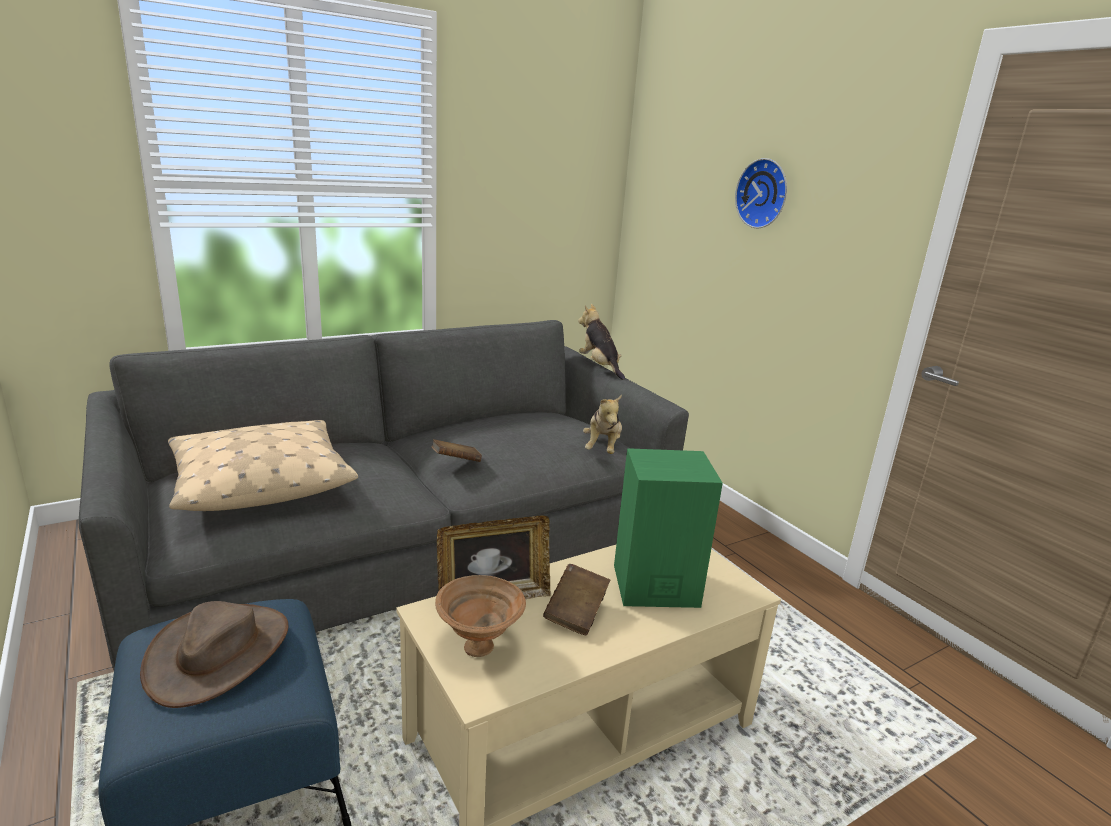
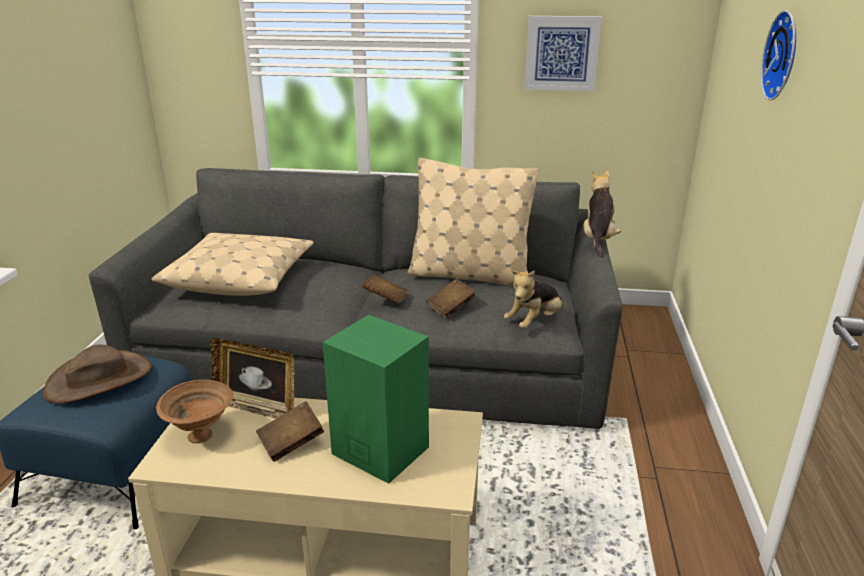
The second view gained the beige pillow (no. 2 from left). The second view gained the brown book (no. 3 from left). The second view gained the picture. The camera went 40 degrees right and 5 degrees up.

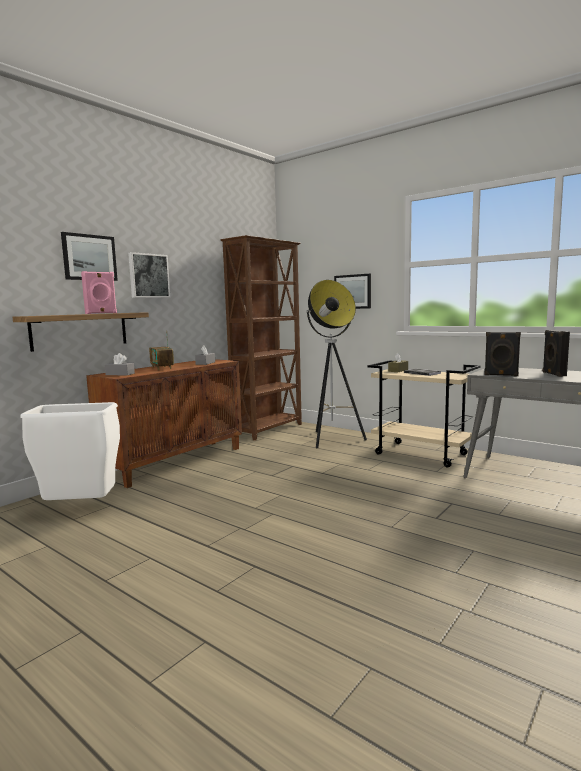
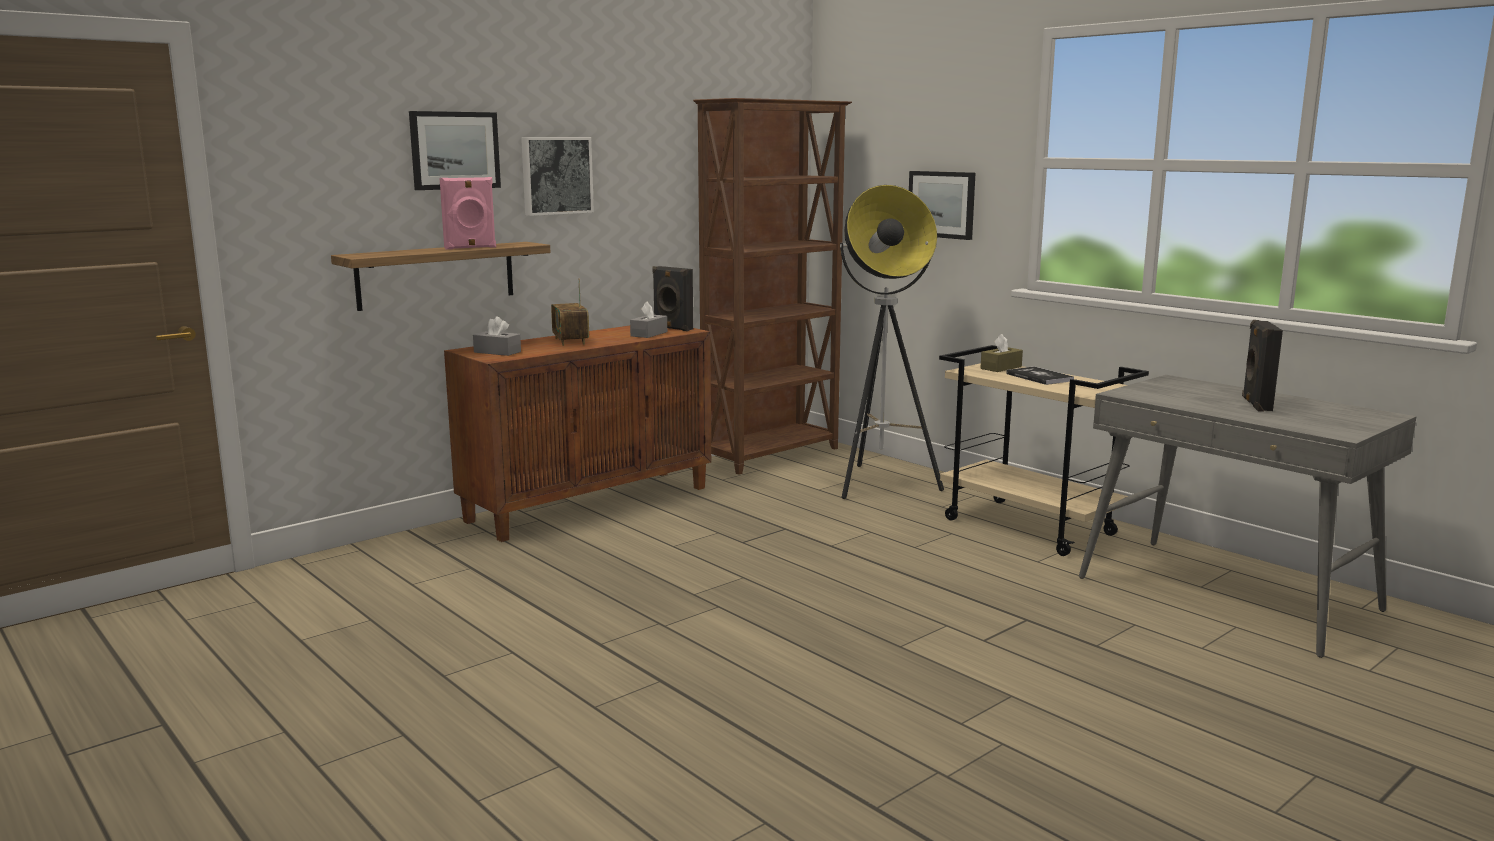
The second view lost the white trash can. The black speaker (no. 1 from left) ended up elsewhere. The camera went 10 degrees right and 5 degrees up.

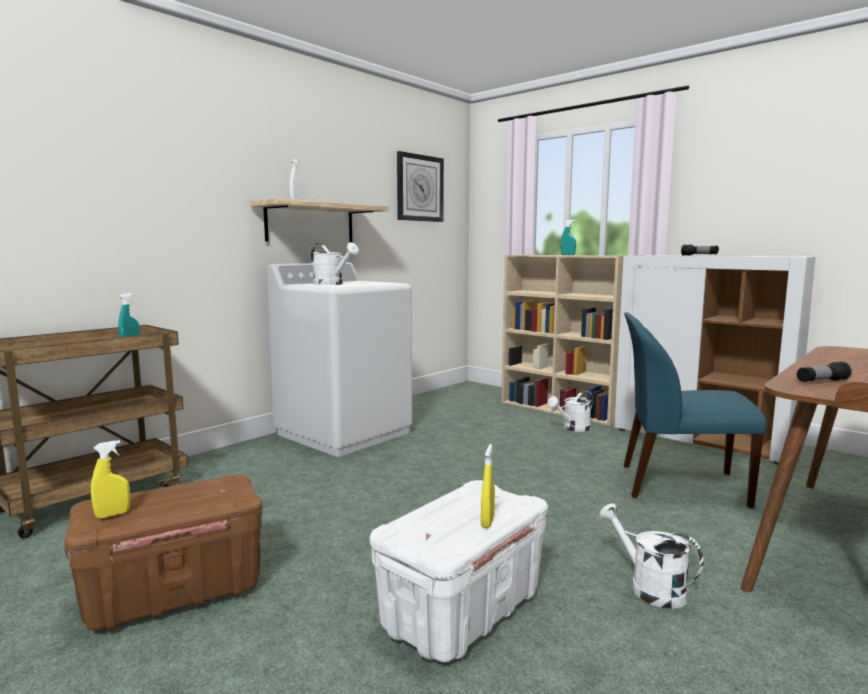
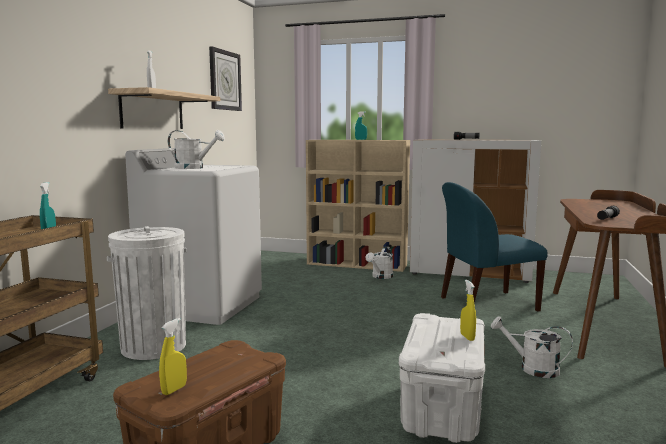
The second view gained the white trash can. The camera went 25 degrees left and 0 degrees up.

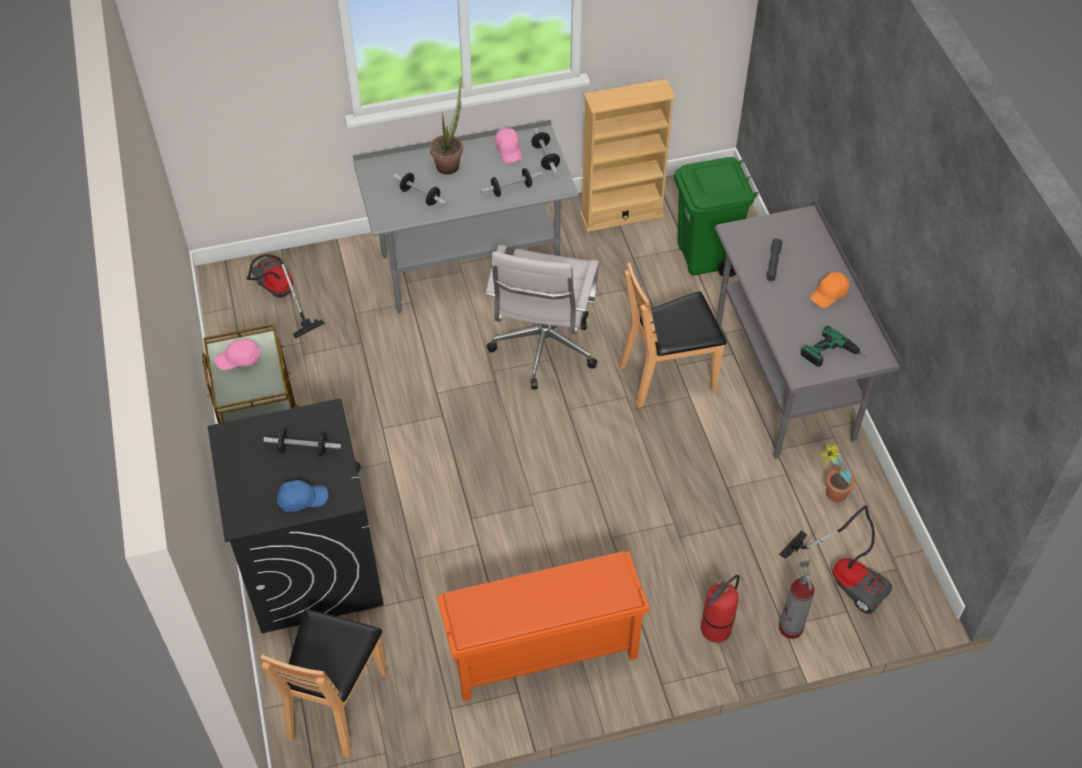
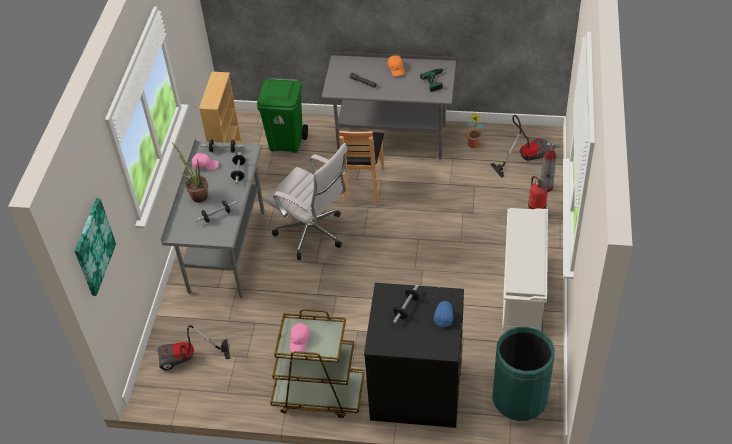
The second view gained the picture. Where the brown chair (no. 1 from left) stood, the green trash can (no. 2 from left) came to stand. What was the orange shoe rack turned into the white shoe rack. The camera went 65 degrees left and 5 degrees down.

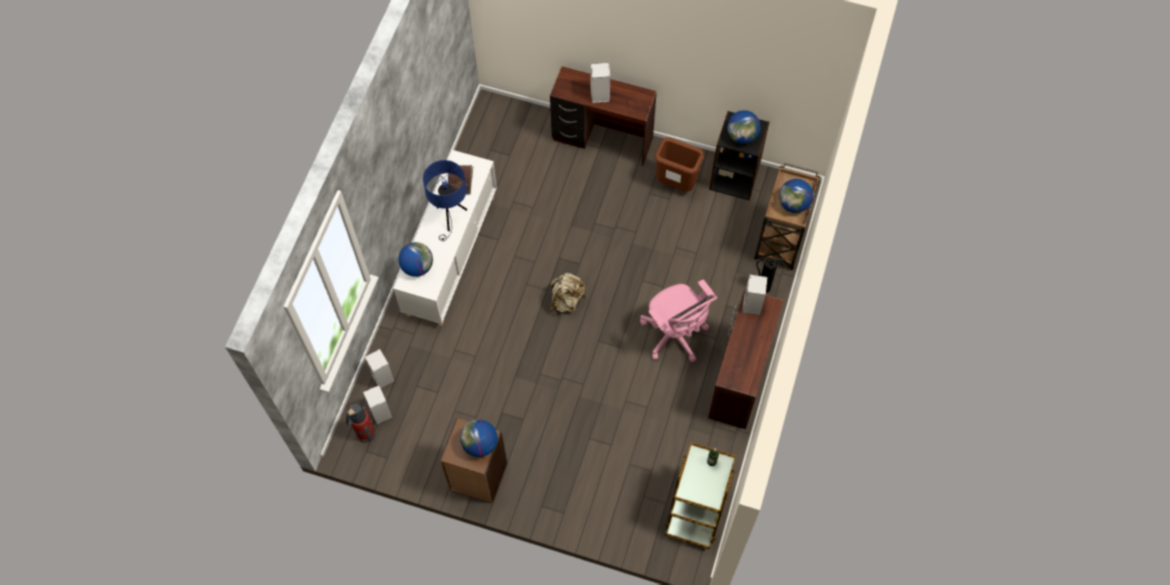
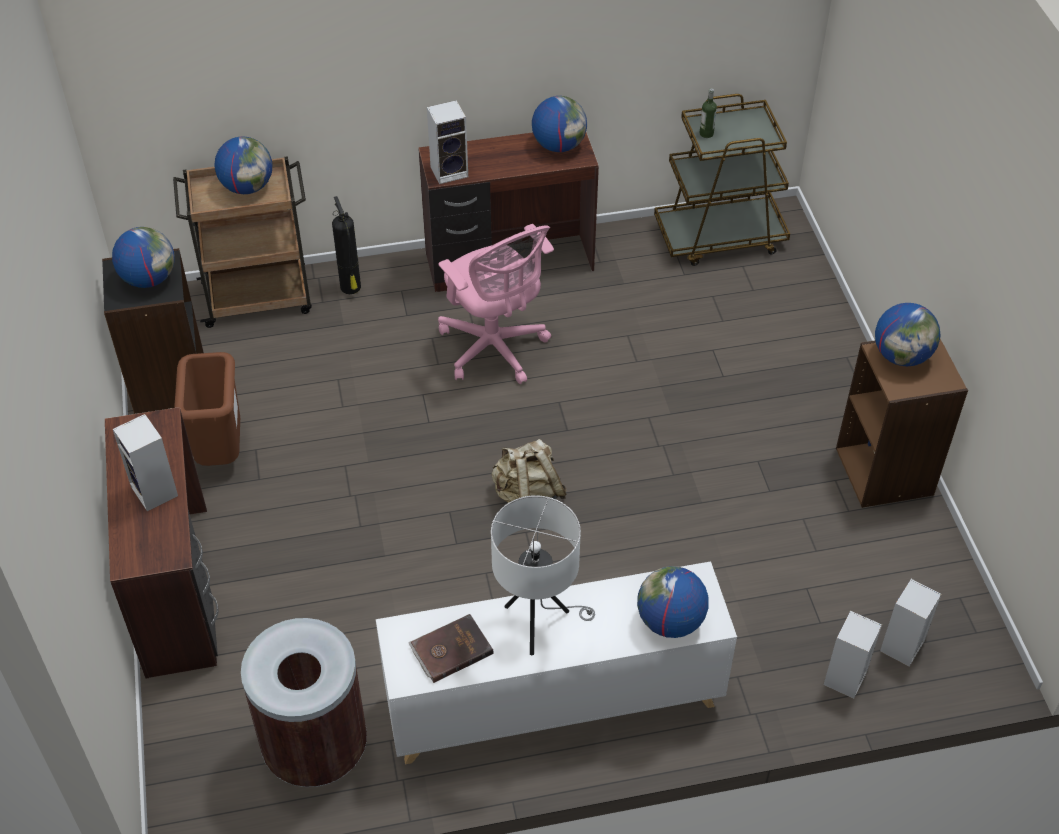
The second view lost the fire extinguisher (no. 1 from left). The second view gained the brown trash can (no. 2 from left). The second view gained the globe (no. 3 from left). What was the blue table lamp turned into the white table lamp. The pink office chair ended up facing another way, 120 degrees clockwise from before. The camera went 120 degrees left and 15 degrees down.

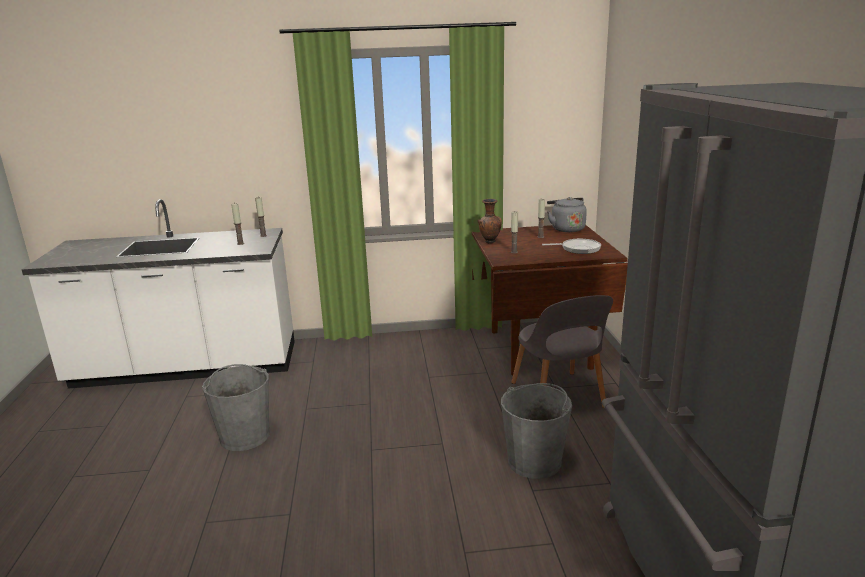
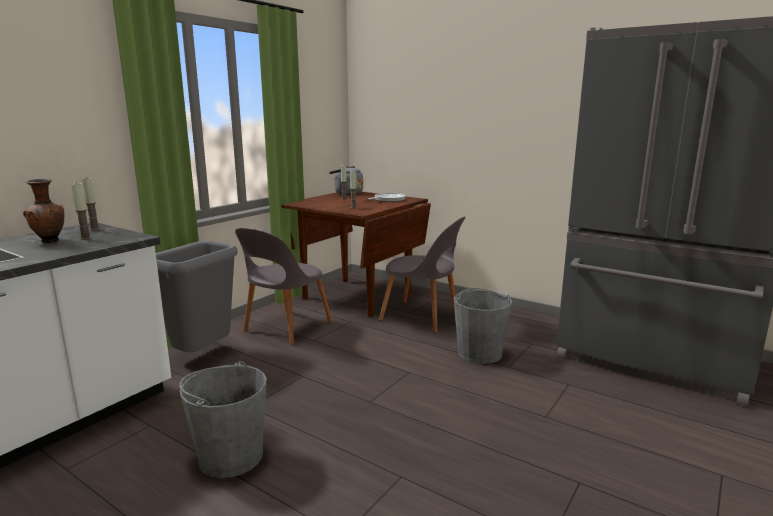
The second view gained the grey trash can. The second view gained the grey chair (no. 1 from left). The brown vase ended up elsewhere. The camera went 50 degrees left and 5 degrees down.

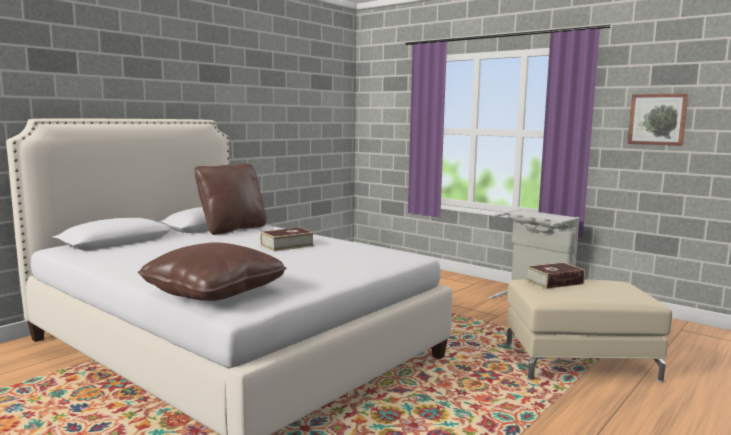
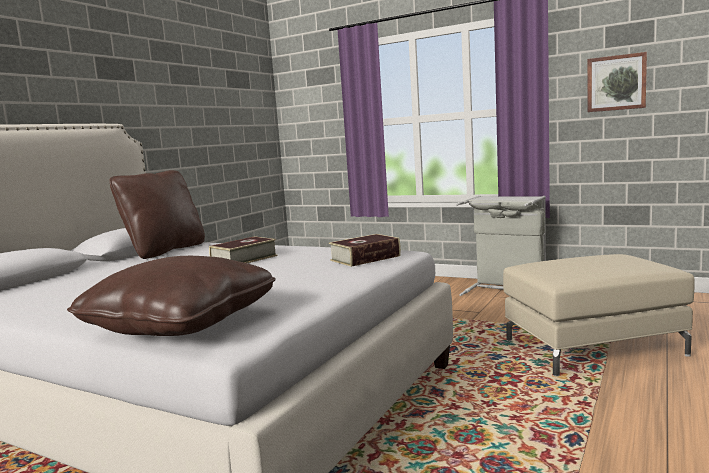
The book (no. 2 from left) ended up elsewhere. The camera went 10 degrees left and 0 degrees up.

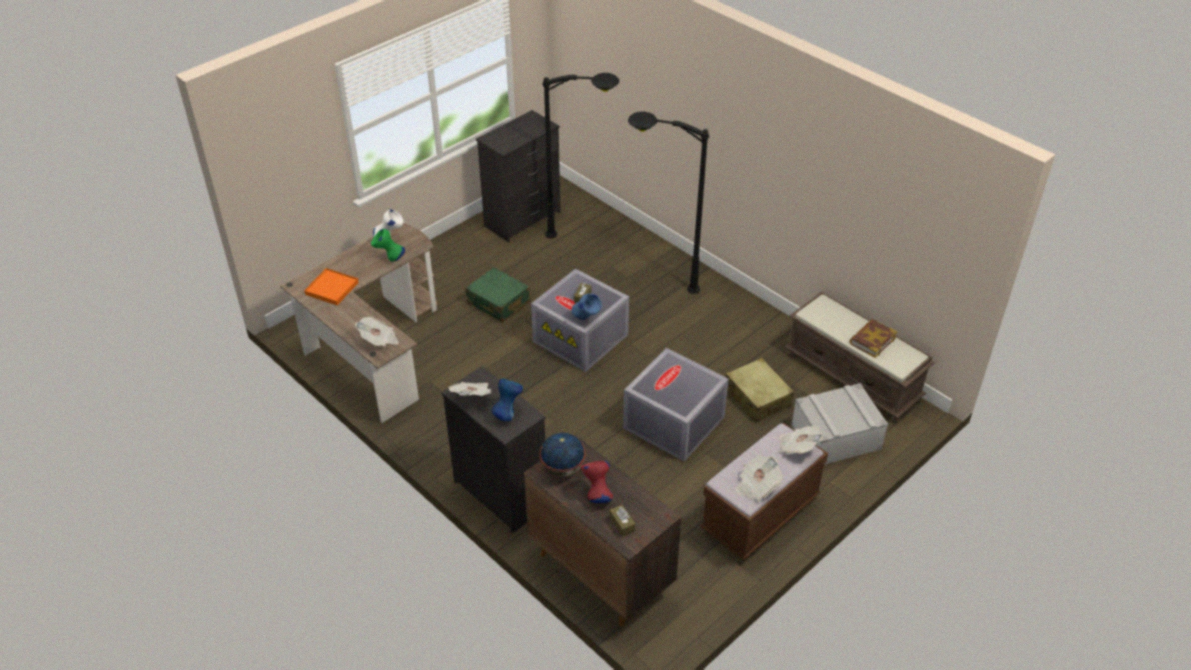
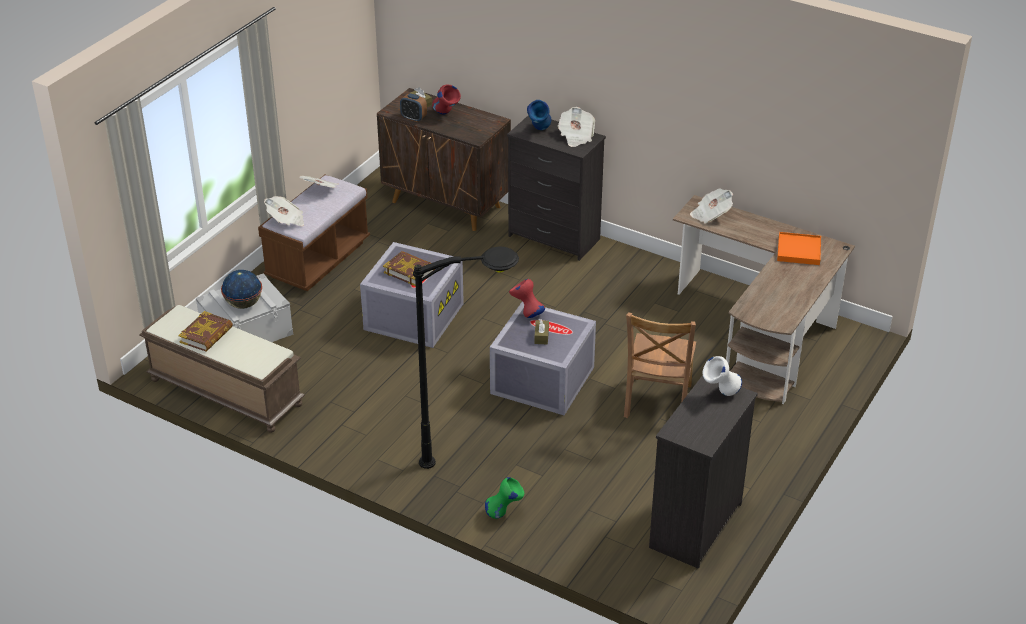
The second view lost the black floor lamp (no. 1 from left). The second view lost the beige suitcase. The second view gained the book (no. 2 from left). The second view gained the alarm clock. The green vase ended up elsewhere. The white vase ended up elsewhere. The globe ended up elsewhere. Where the green suitcase stood, the brown chair came to stand. What was the blue vase (no. 2 from left) turned into the red vase (no. 2 from left). The camera went 165 degrees right and 5 degrees down.

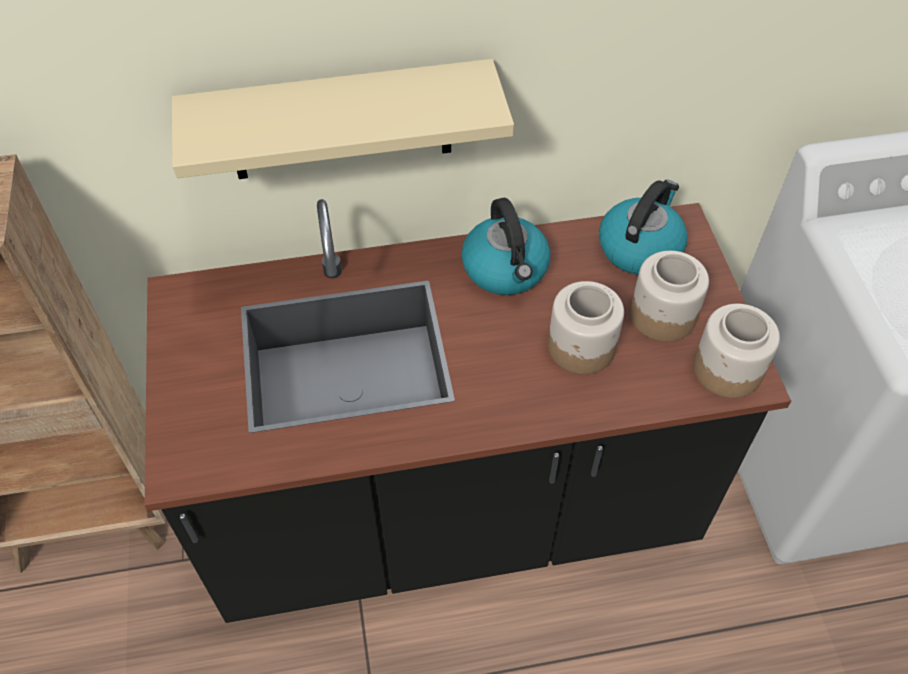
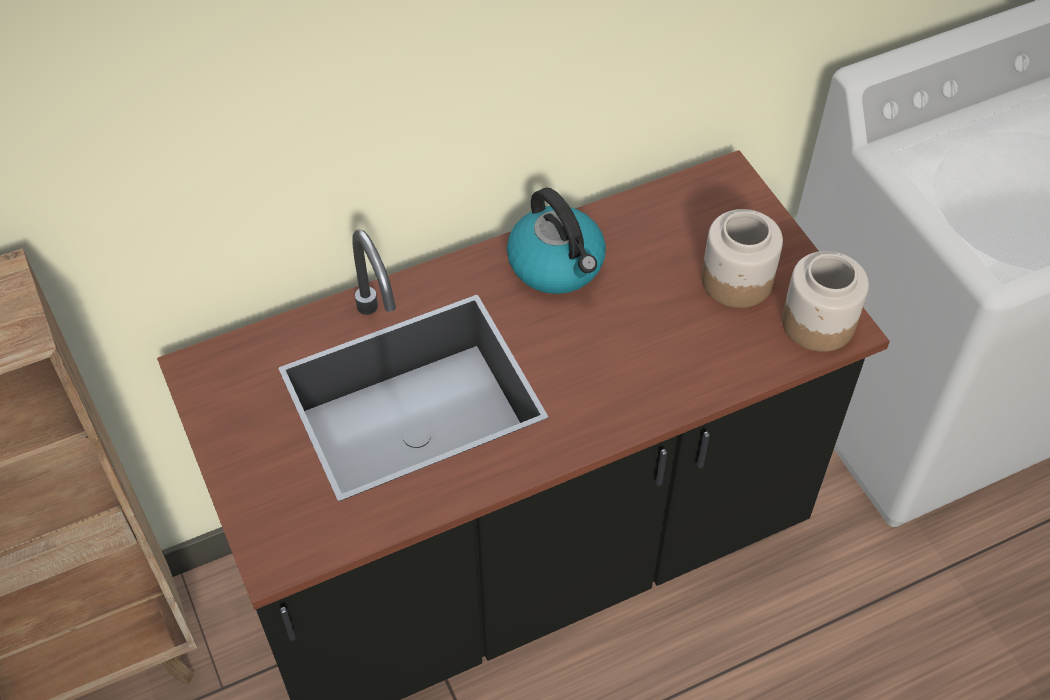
The second view lost the beige shelf. The second view lost the jar (no. 1 from left). The second view lost the kettle (no. 2 from left). The camera went 15 degrees left and 0 degrees up.

